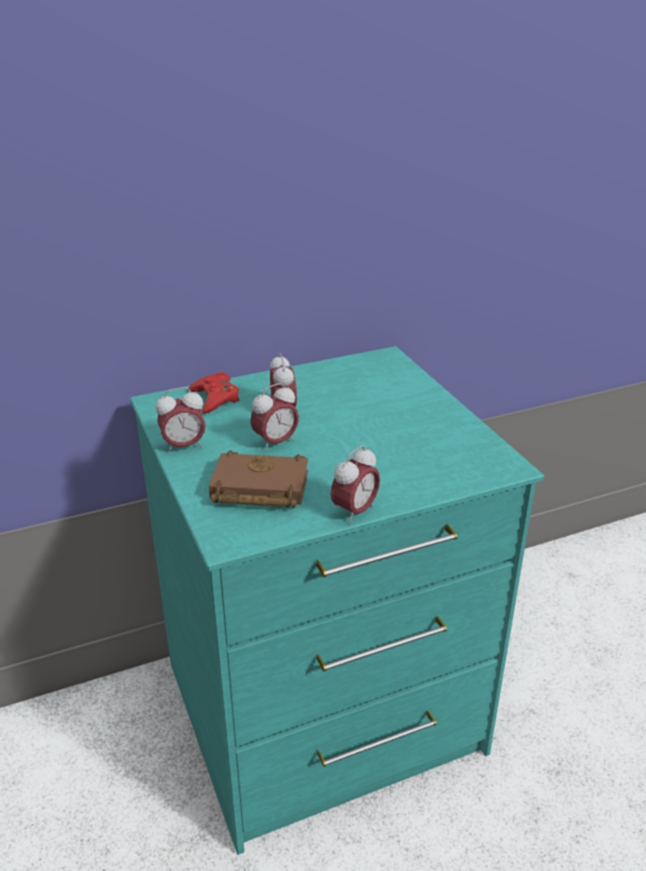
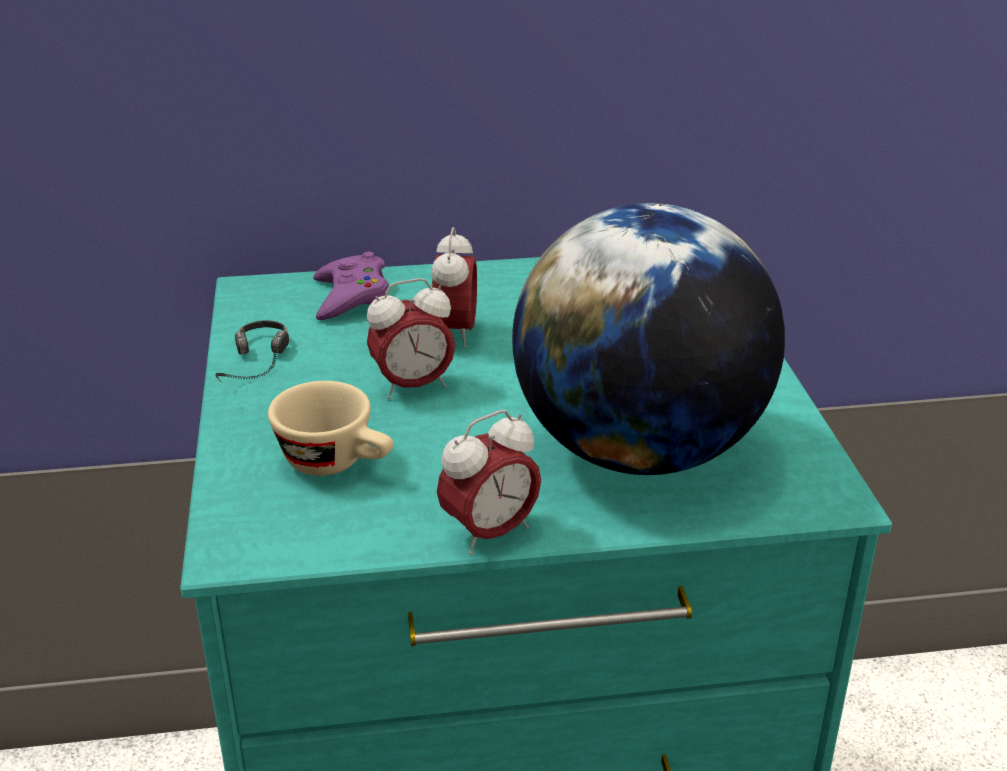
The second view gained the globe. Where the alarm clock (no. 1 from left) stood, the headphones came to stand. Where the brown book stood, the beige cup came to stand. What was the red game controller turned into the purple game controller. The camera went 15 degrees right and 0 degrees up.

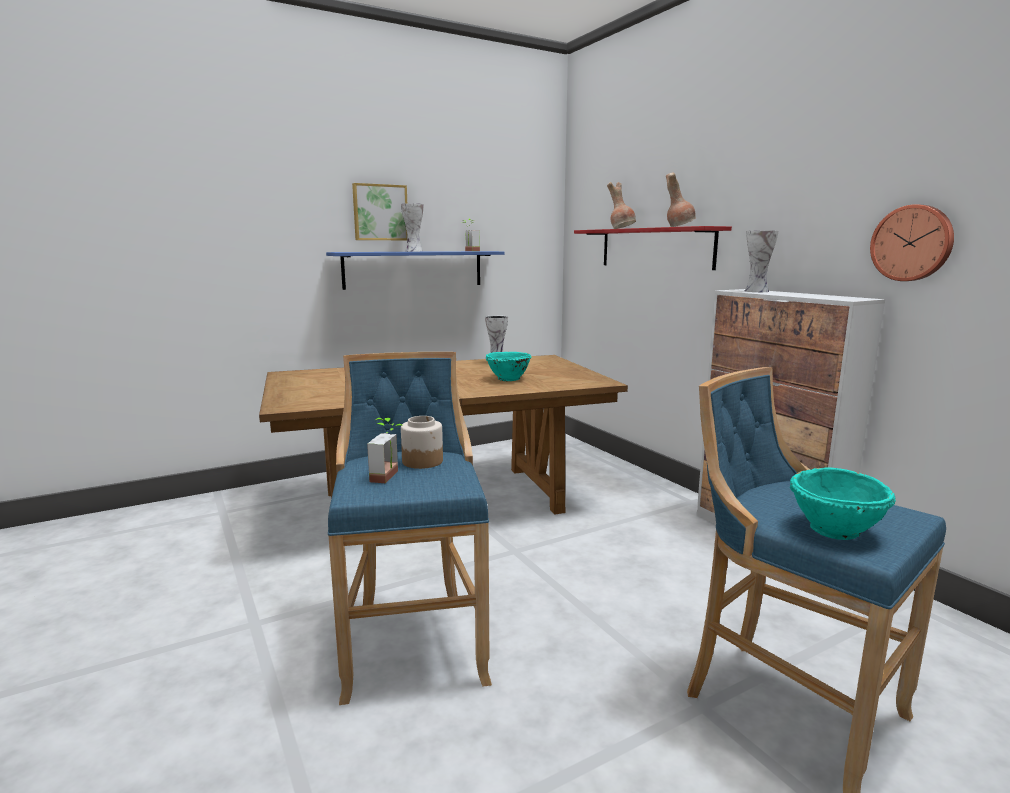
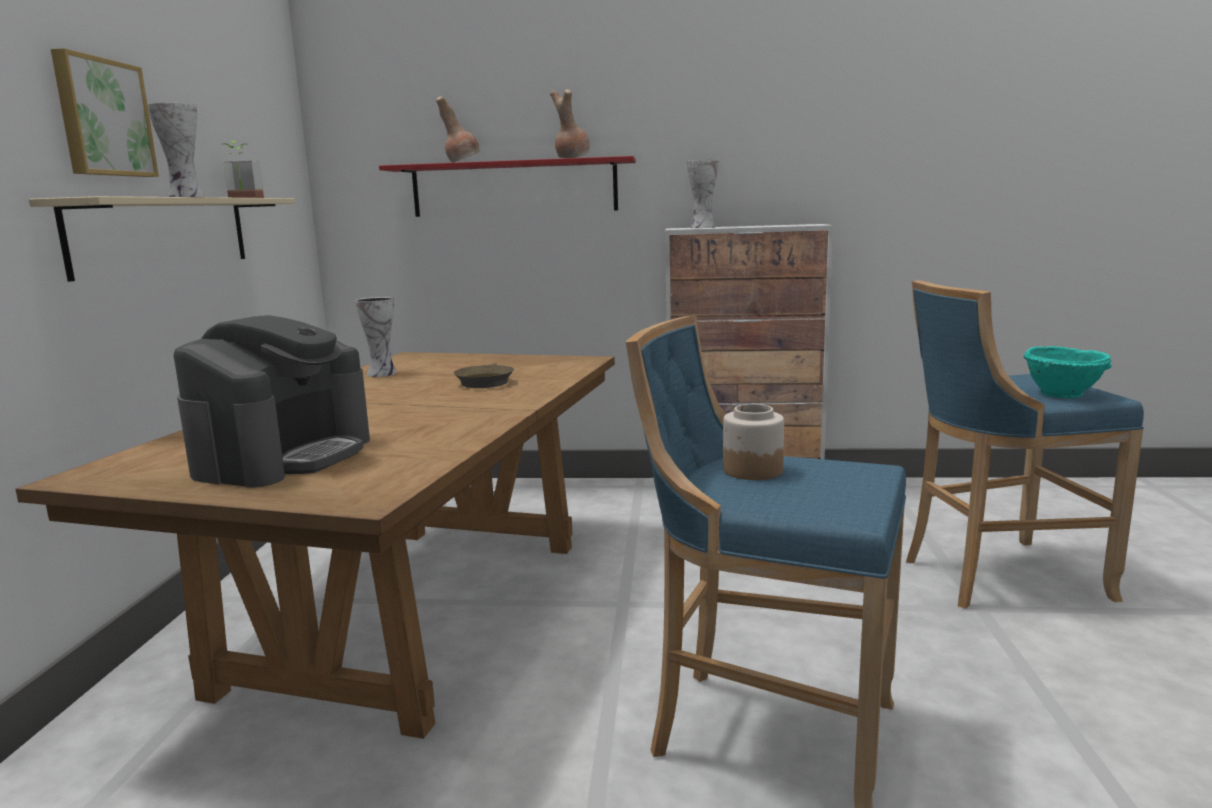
The second view lost the potted plant (no. 1 from left). The second view lost the wall clock. The second view gained the coffee machine. Where the turquoise bowl (no. 1 from left) stood, the brown frying pan came to stand. What was the blue shelf turned into the beige shelf. The camera went 55 degrees left and 0 degrees up.

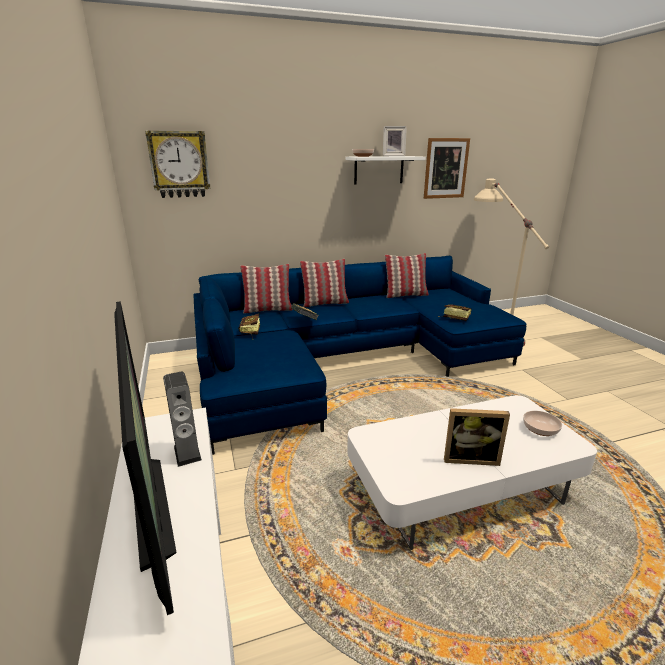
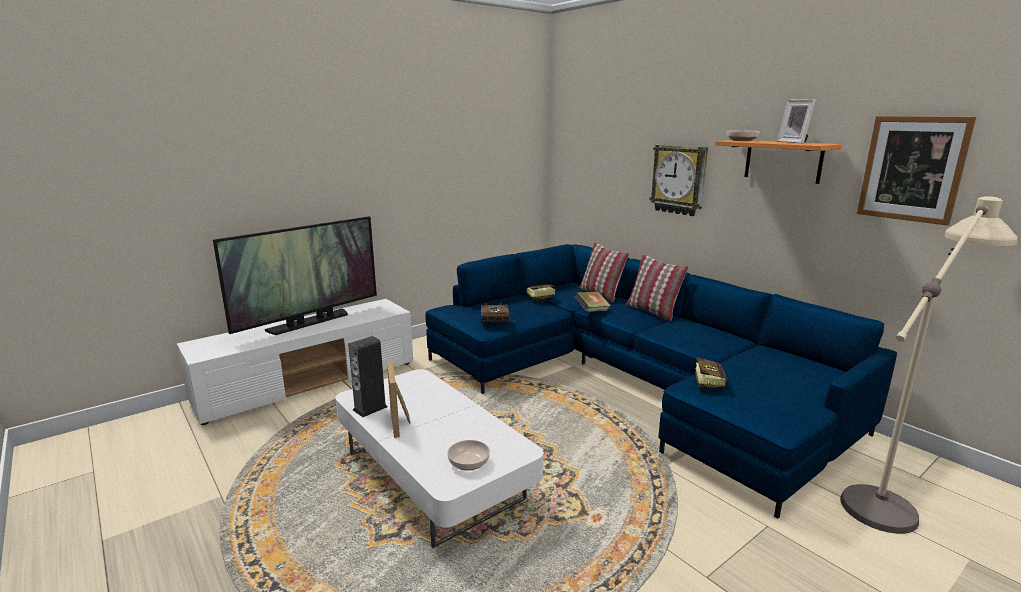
The second view lost the pillow (no. 3 from left). The second view gained the book (no. 1 from left). The wall clock ended up elsewhere. The speaker ended up elsewhere. What was the white shelf turned into the orange shelf. The camera went 70 degrees right and 5 degrees down.

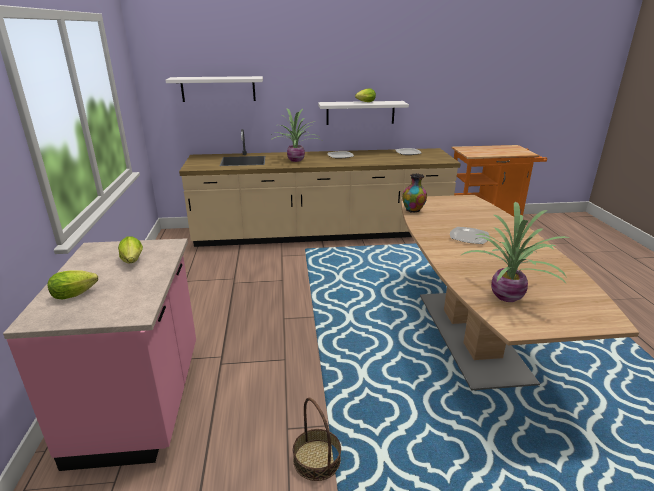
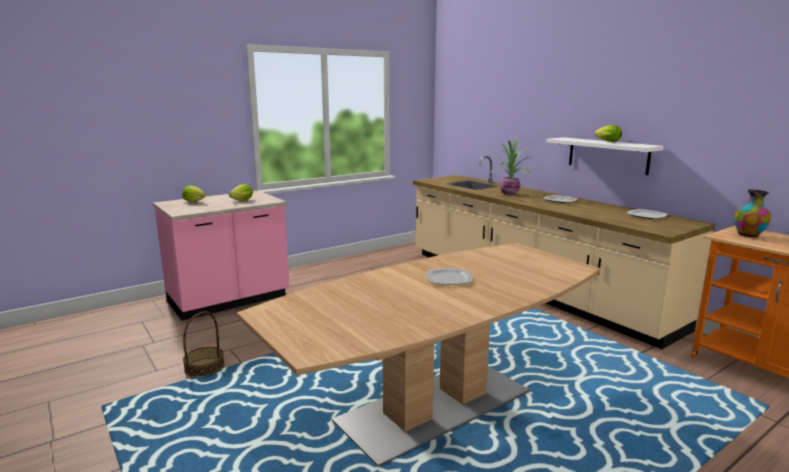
The second view lost the white shelf (no. 1 from left). The second view lost the potted plant (no. 2 from left). The vase ended up elsewhere. The camera went 60 degrees right and 10 degrees down.

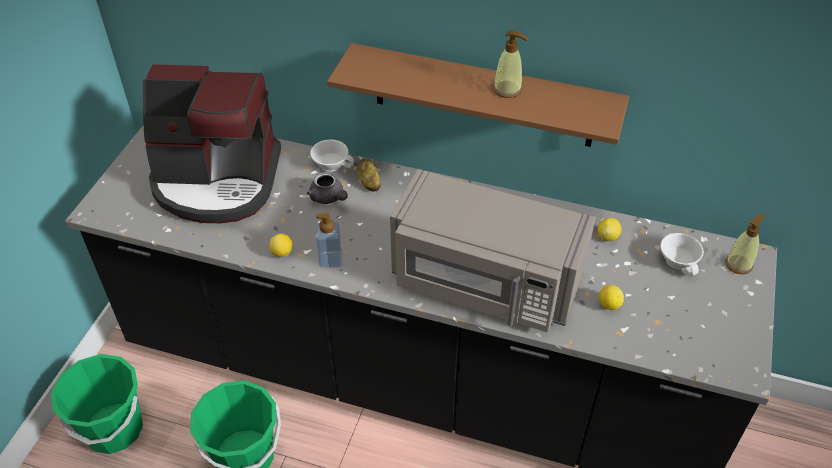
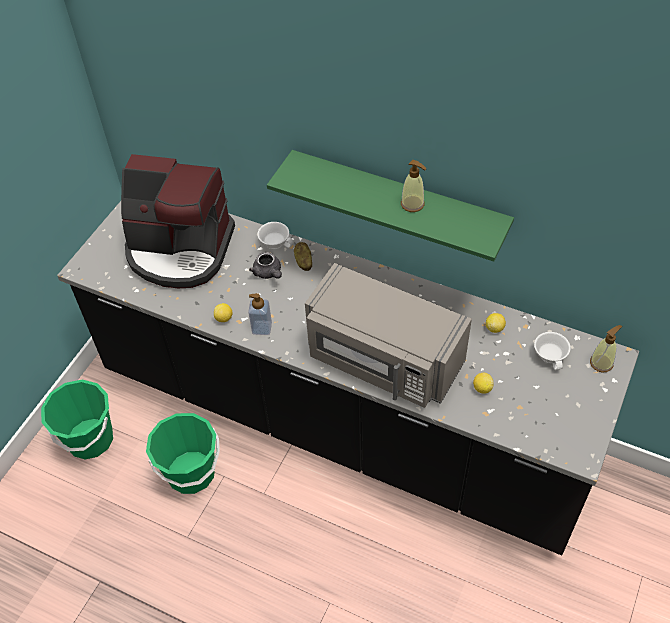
What was the brown shelf turned into the green shelf. The camera went 10 degrees right and 5 degrees up.

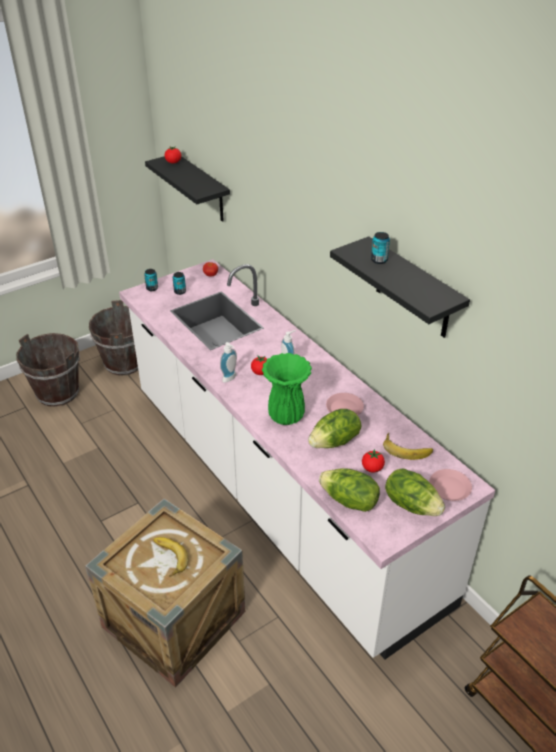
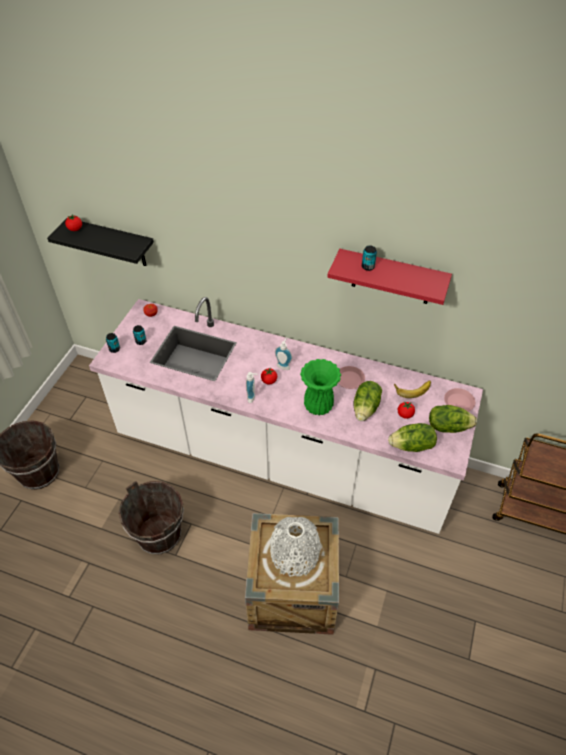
The brown bucket (no. 2 from left) ended up elsewhere. Where the banana (no. 1 from left) stood, the white vase came to stand. What was the black shelf (no. 2 from left) turned into the red shelf. The camera went 35 degrees left and 10 degrees up.

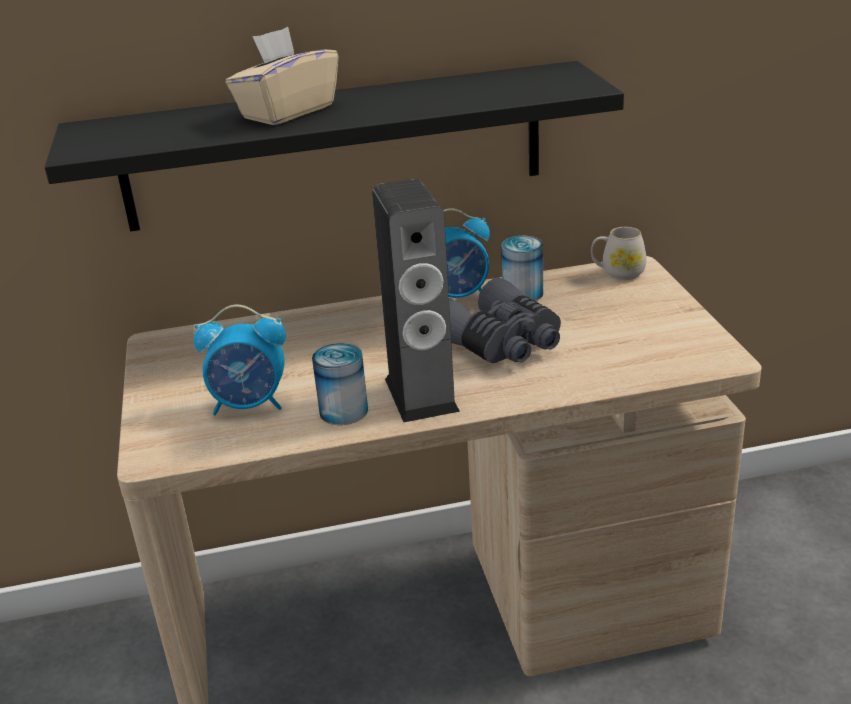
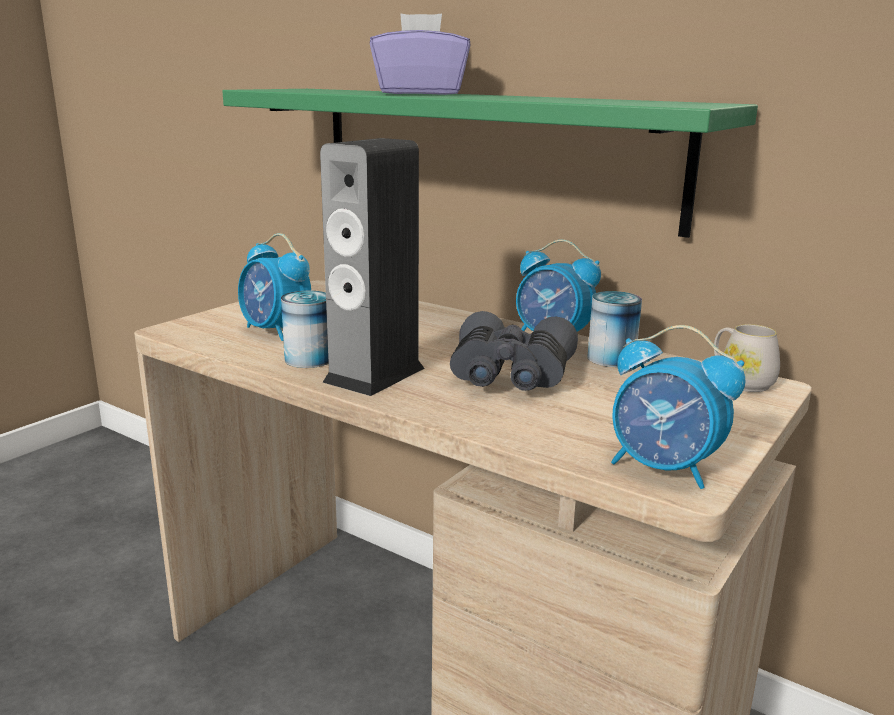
The second view gained the alarm clock (no. 3 from left). What was the black shelf turned into the green shelf. What was the beige tissue box turned into the purple tissue box. The camera went 45 degrees right and 10 degrees down.

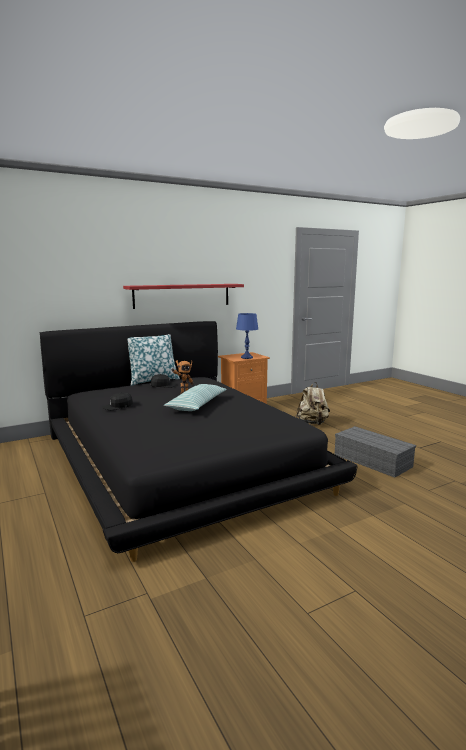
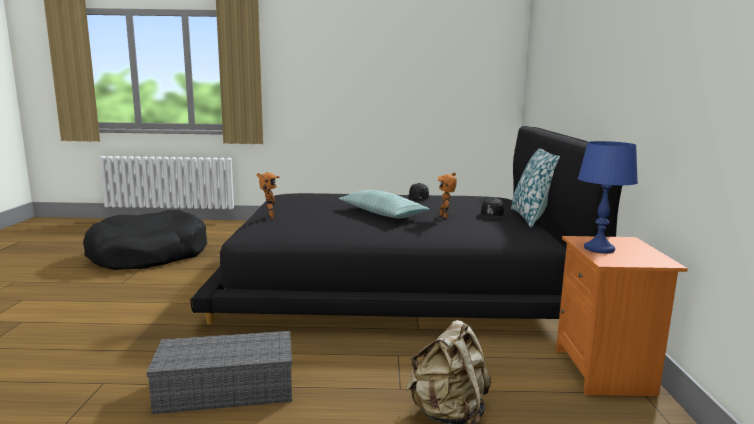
The second view lost the red shelf. The second view gained the black dog bed. The second view gained the toy robot (no. 1 from left). The camera went 120 degrees right and 0 degrees up.

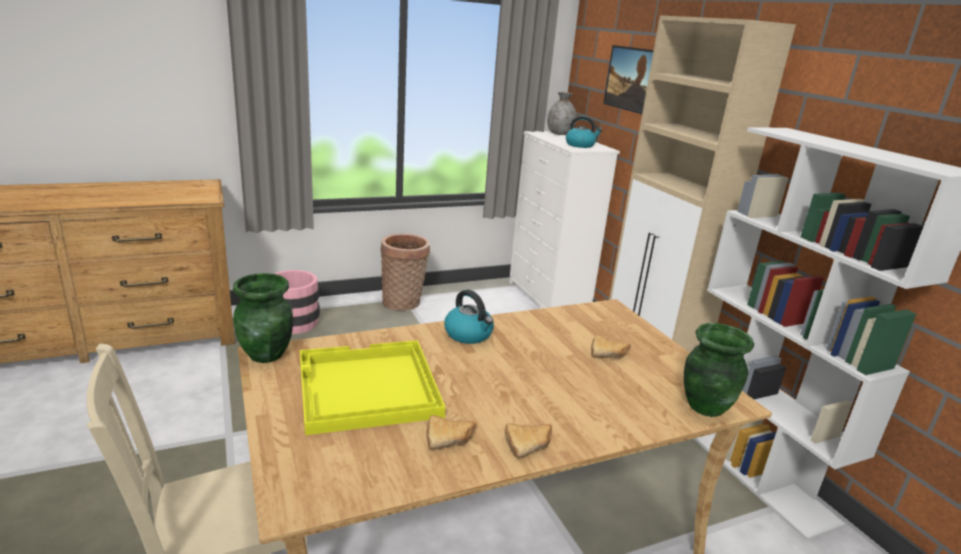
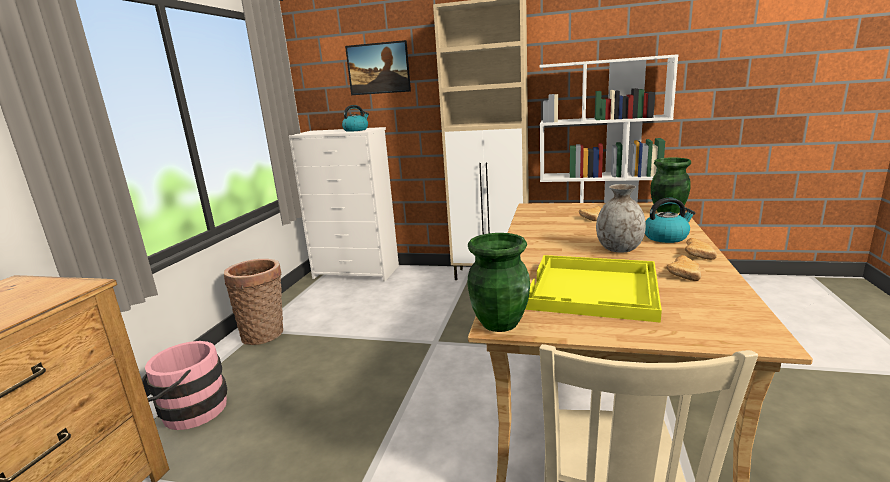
The kettle (no. 1 from left in the first image) ended up elsewhere. The grey vase ended up elsewhere. The camera went 50 degrees left and 5 degrees down.

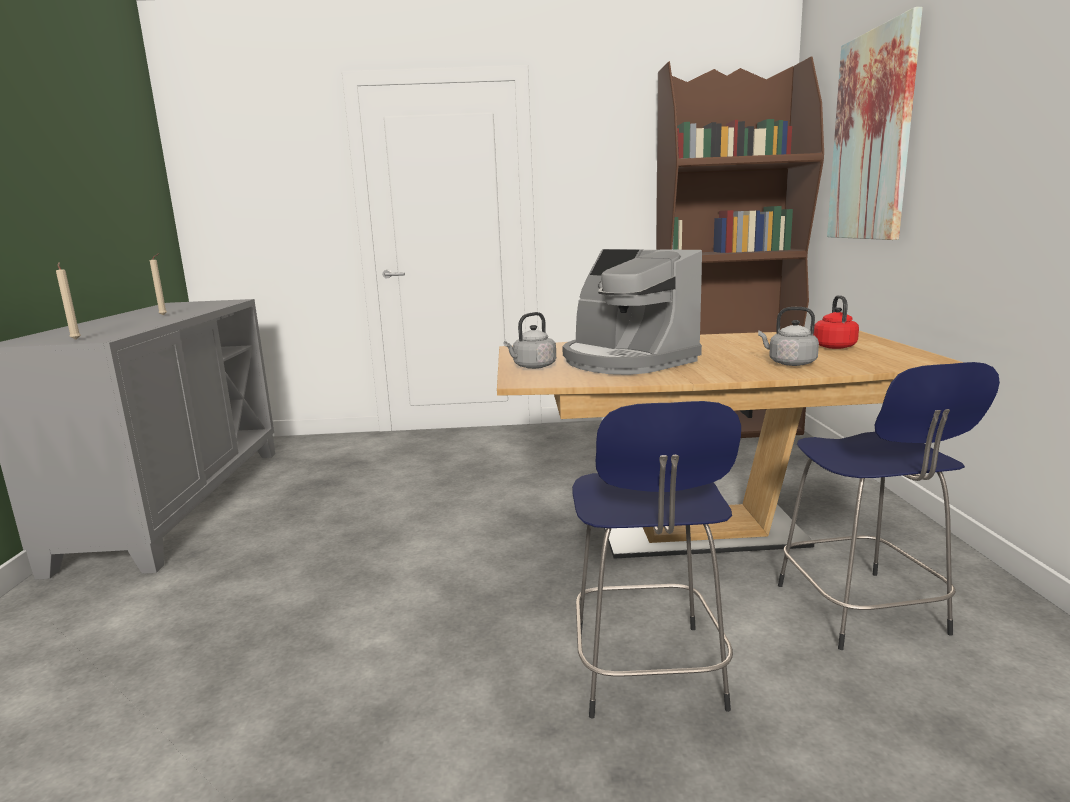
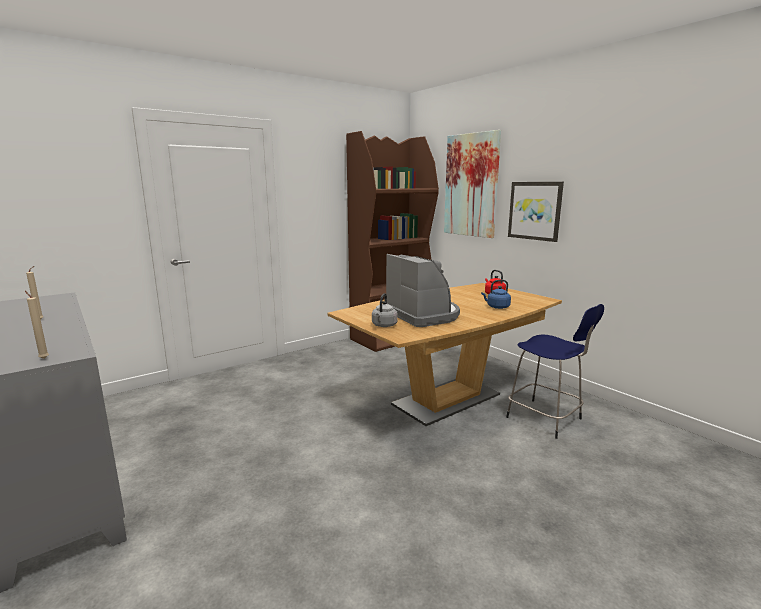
The second view lost the blue stool (no. 1 from left). The second view gained the picture (no. 2 from left). What was the grey kettle (no. 2 from left) turned into the blue kettle. The coffee machine ended up facing another way, 135 degrees counterclockwise from before. The camera went 35 degrees left and 0 degrees up.

